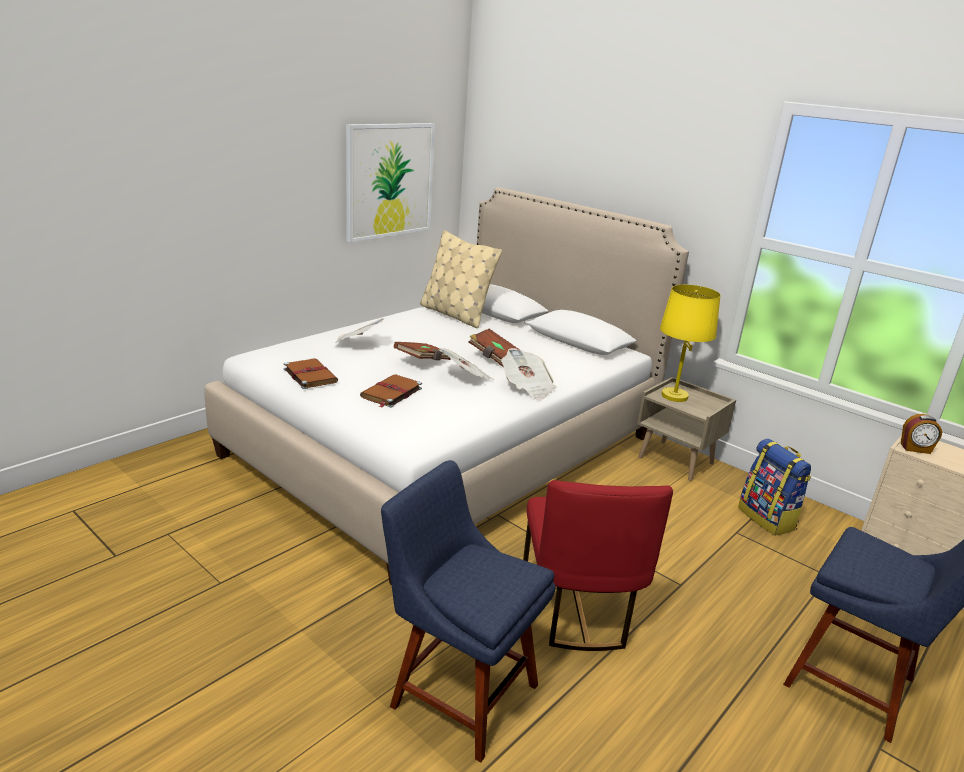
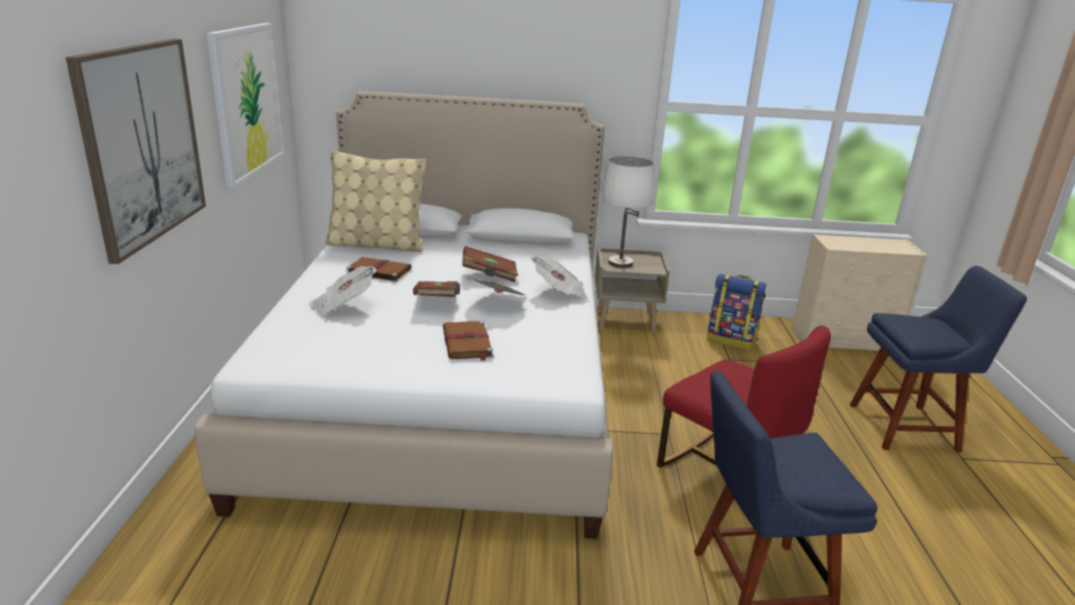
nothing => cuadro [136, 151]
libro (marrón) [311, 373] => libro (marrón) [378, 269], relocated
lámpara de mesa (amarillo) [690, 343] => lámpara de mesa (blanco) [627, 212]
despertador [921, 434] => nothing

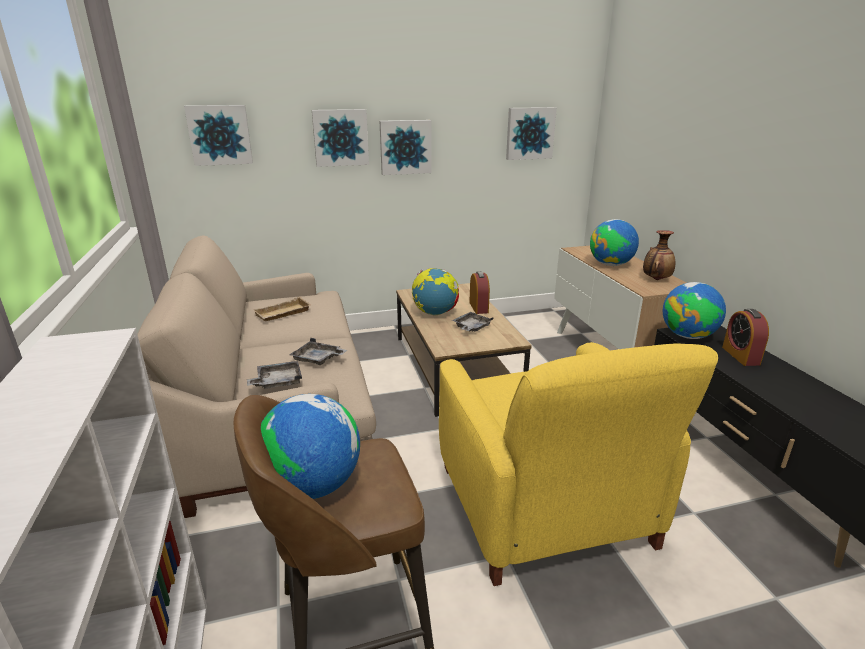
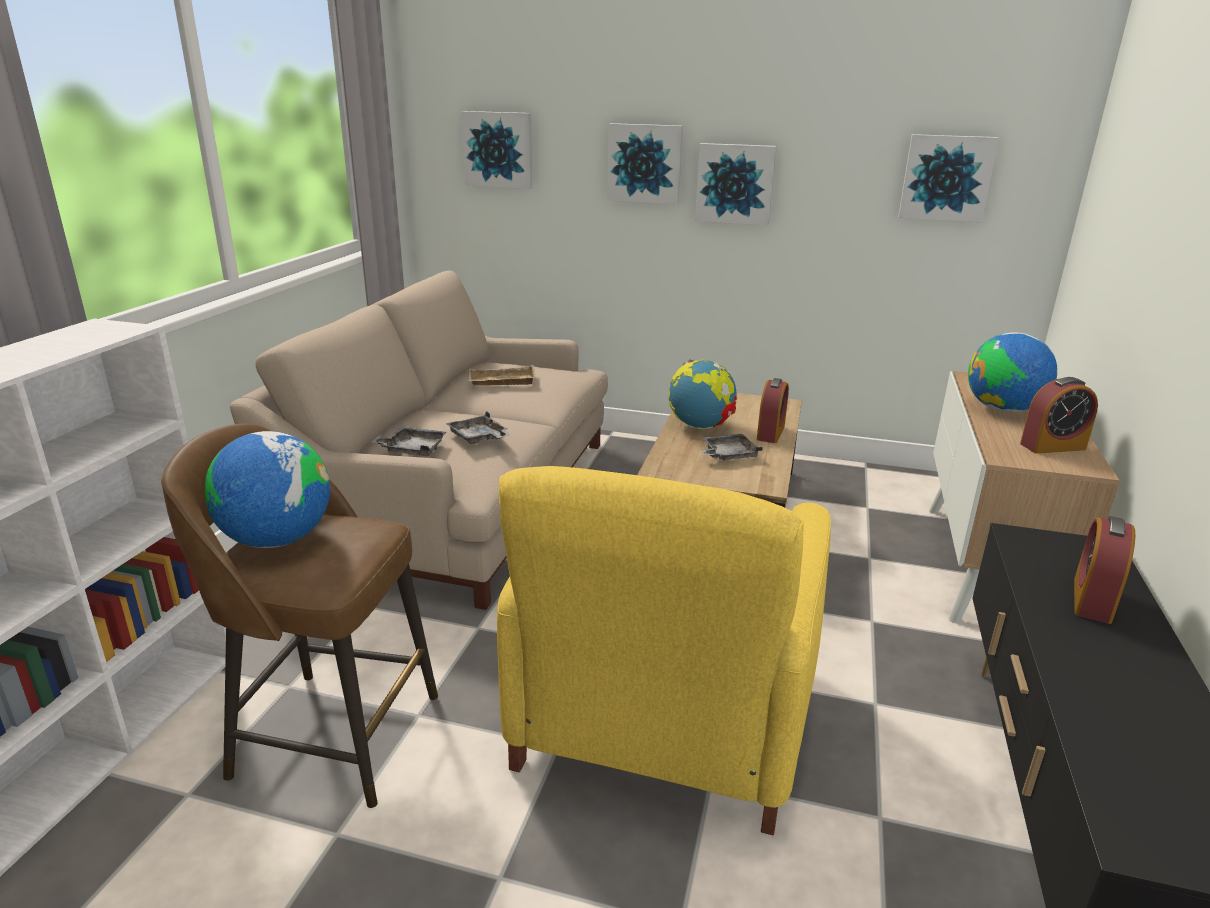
florero [659, 255] => despertador [1059, 415]
globo terráqueo [694, 310] => nothing

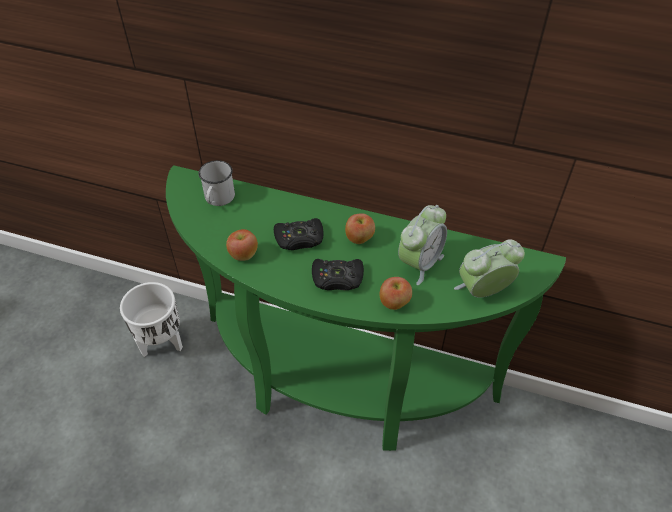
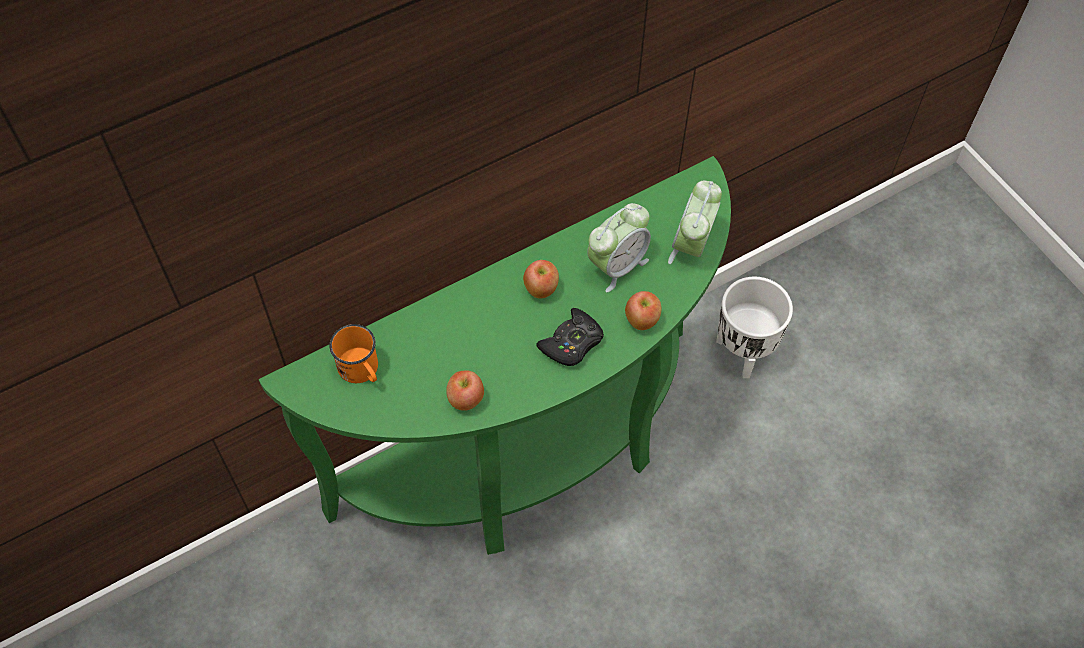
taza grande (blanco) [216, 183] => taza grande (naranja) [353, 353]
despertador [422, 245] => despertador [619, 247], 60 degrees clockwise
maceta (blanco) [151, 319] => maceta (blanco) [754, 327], relocated
mando de consola (negro) [299, 234] => nothing

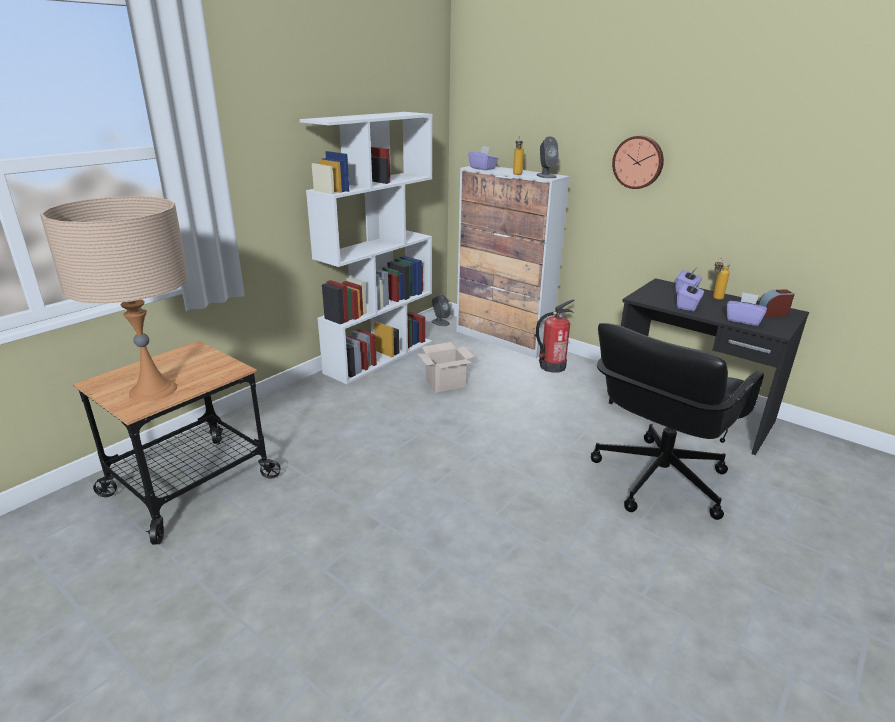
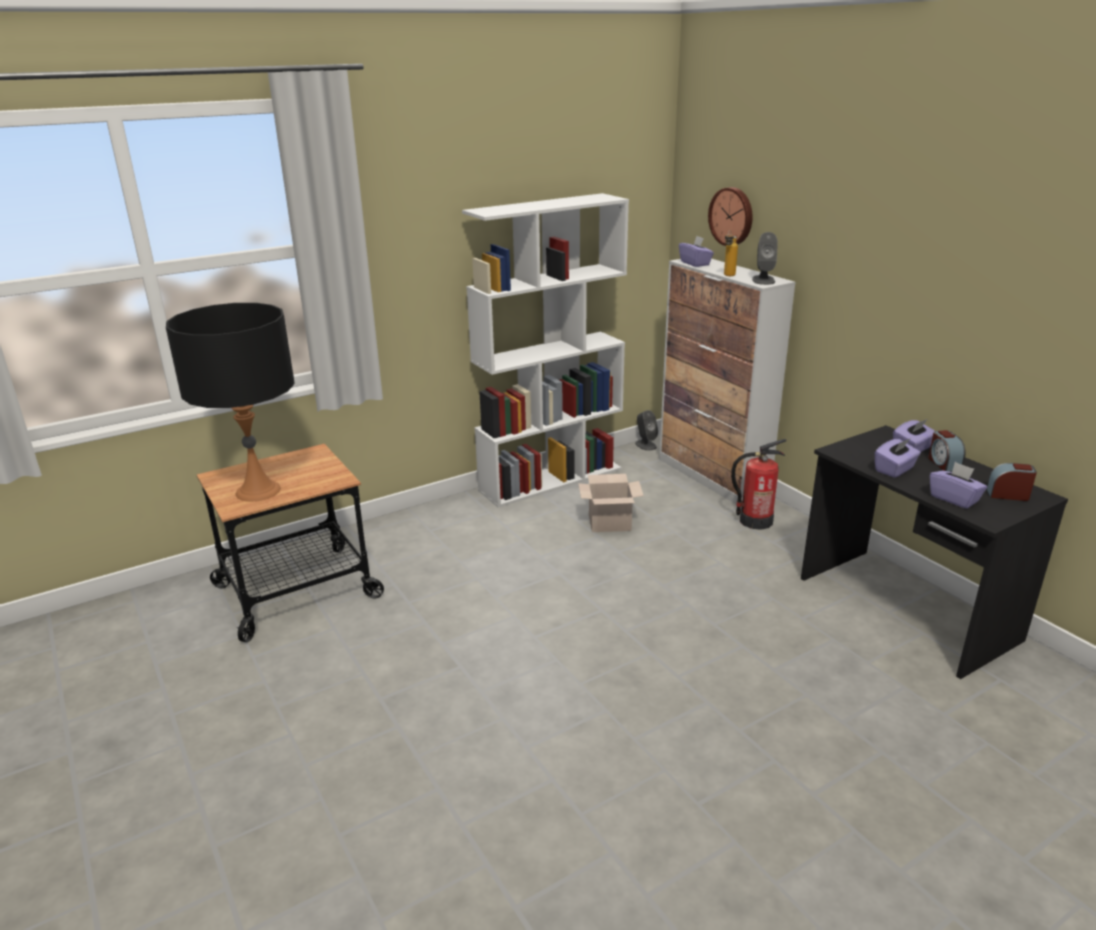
lámpara de mesa (beis) [114, 299] => lámpara de mesa (negro) [230, 402]
reloj de pared [638, 162] => reloj de pared [730, 216], relocated
botella [721, 278] => despertador [947, 451]
silla de oficina (negro) [677, 421] => nothing

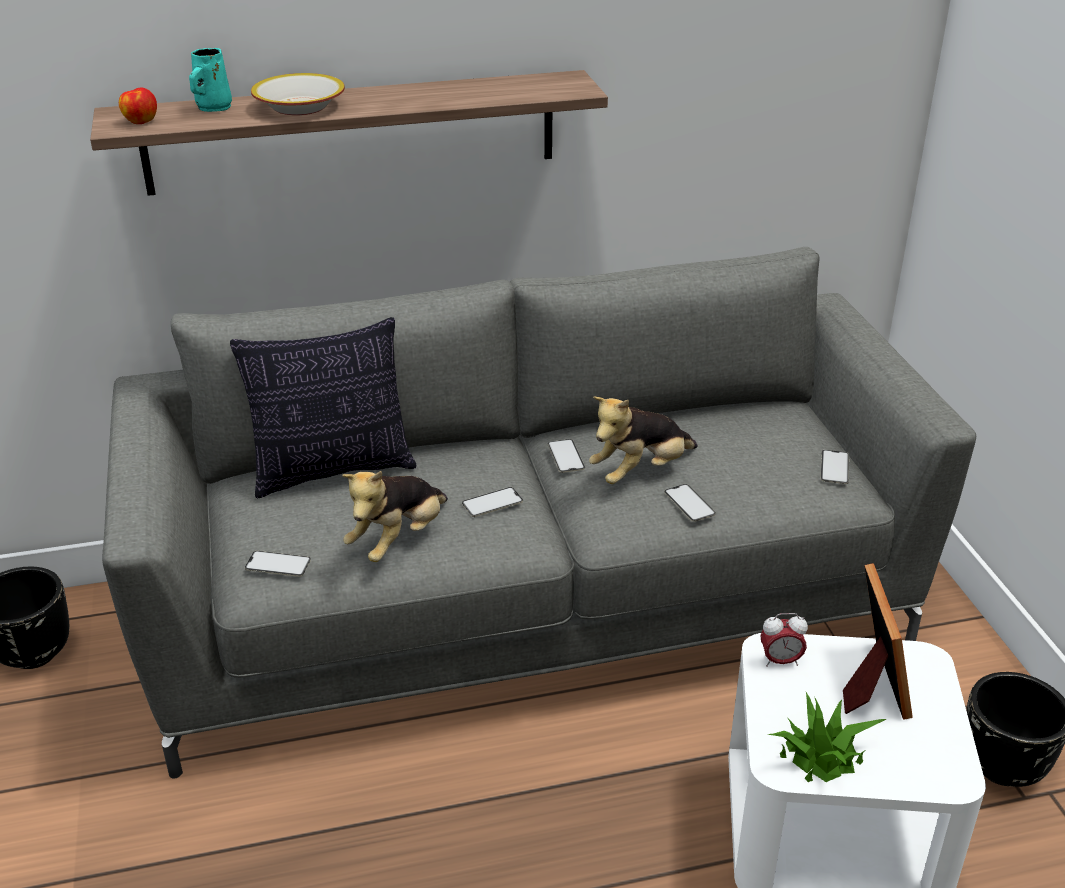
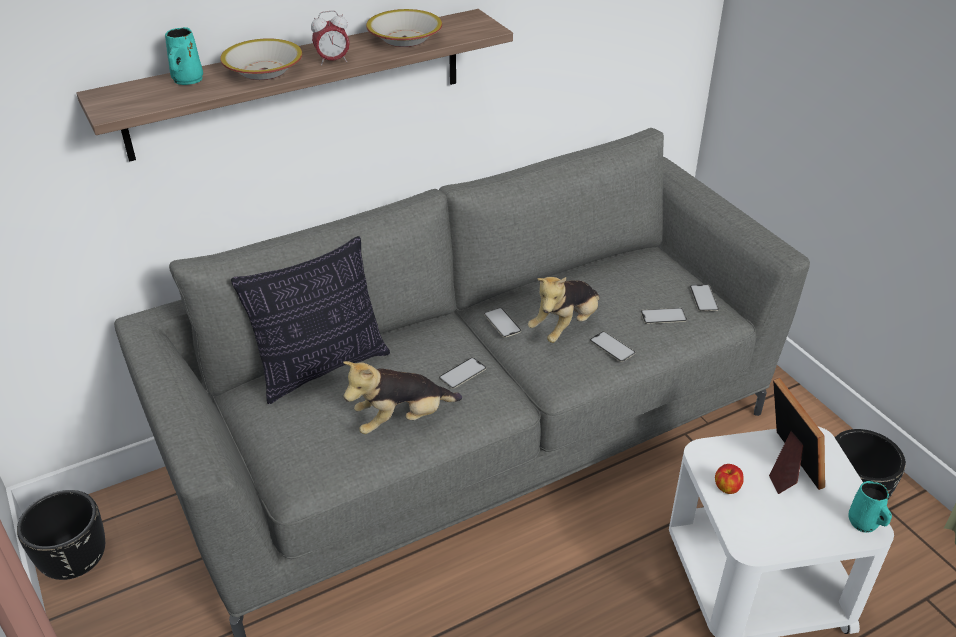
despertador [784, 640] => despertador [330, 37], relocated
peluche [395, 516] => peluche [402, 397], 45 degrees clockwise
nothing => cuenco [404, 28]
móvil [278, 564] => móvil [664, 316], relocated
manzana [138, 106] => manzana [729, 479], relocated
nothing => taza grande (turquesa) [870, 507]
planta en maceta [826, 737] => nothing

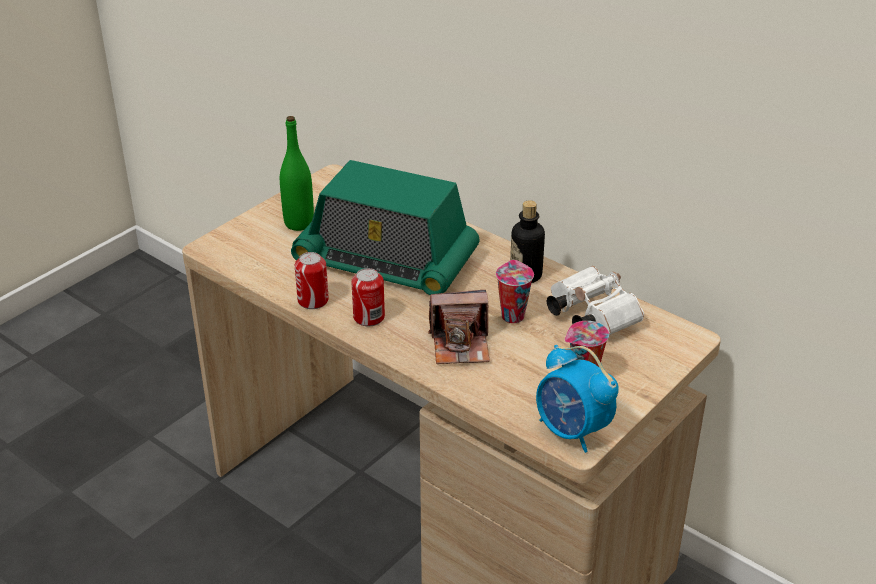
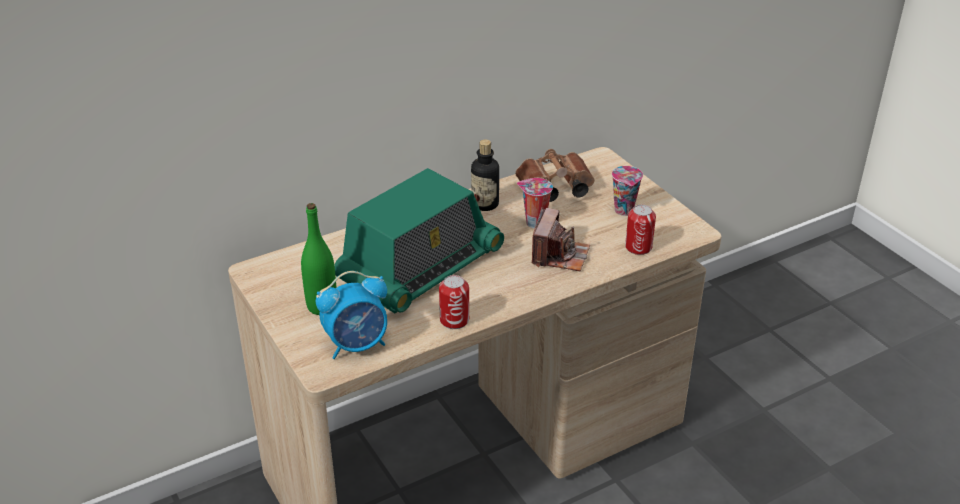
despertador [577, 399] => despertador [351, 315], relocated
prismáticos (blanco) [595, 300] => prismáticos (marrón) [555, 175]
lata [368, 297] => lata [640, 230], relocated

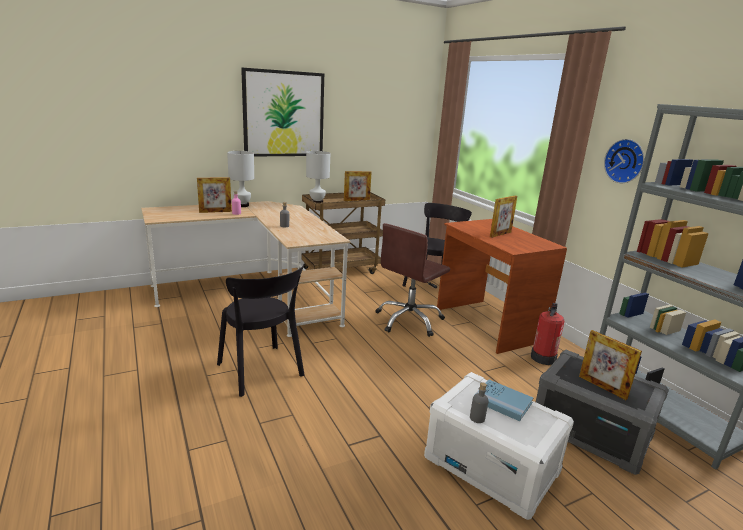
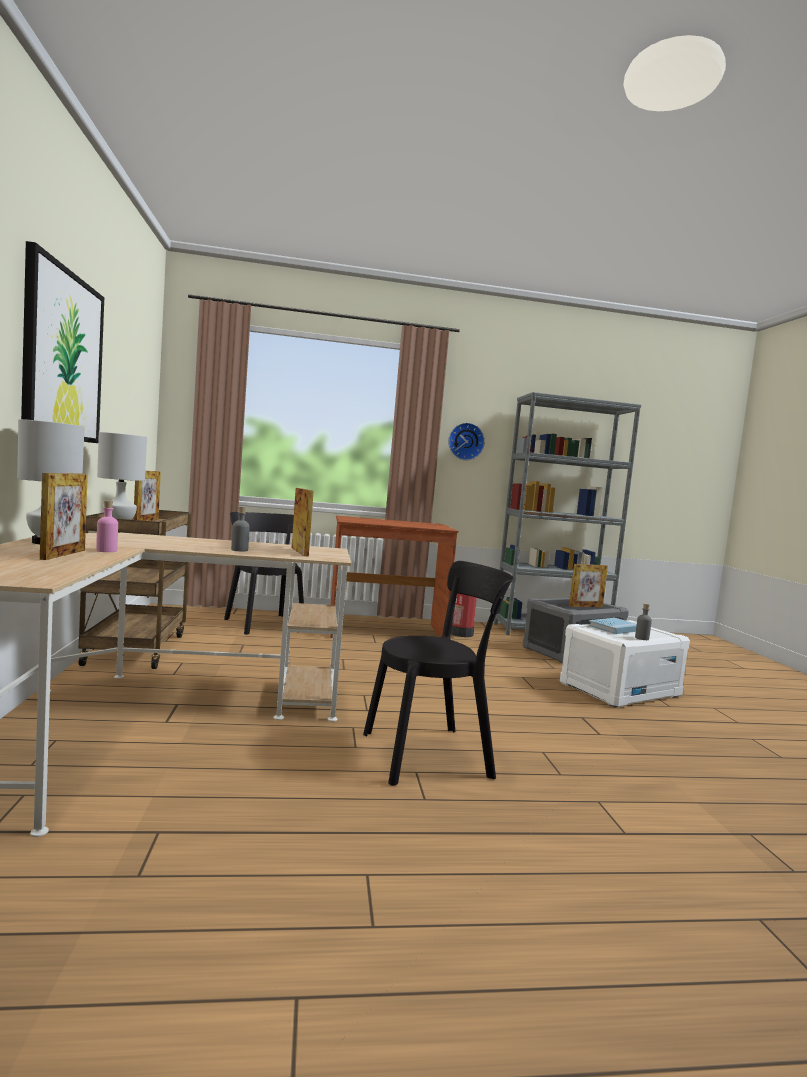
portarretratos [503, 217] => portarretratos [302, 522], relocated
silla de oficina (marrón) [412, 280] => nothing

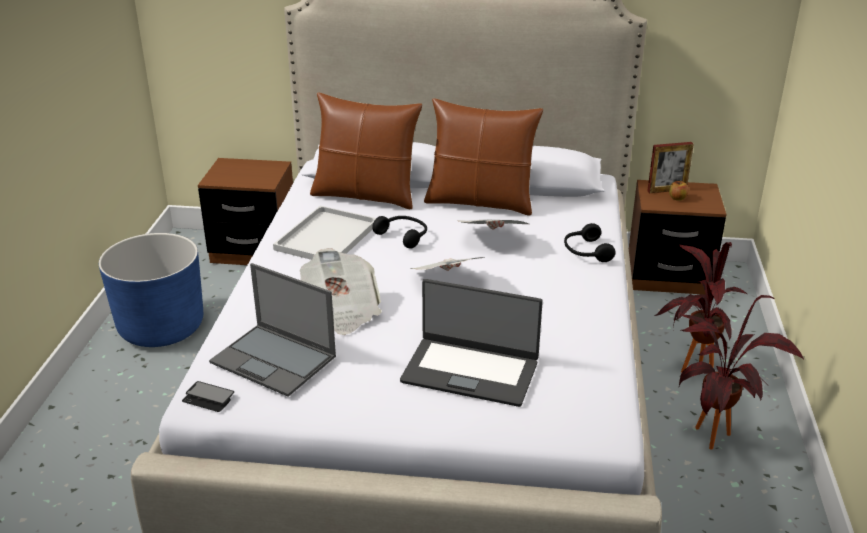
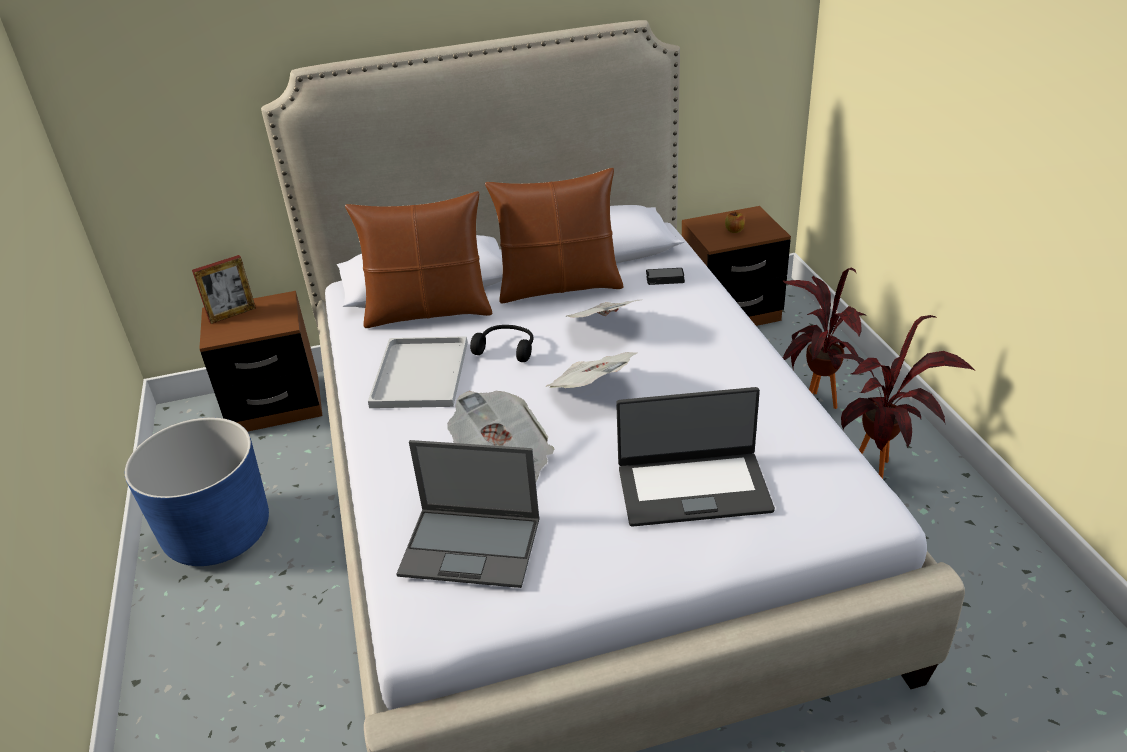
portarretratos [670, 167] => portarretratos [224, 289], relocated
móvil [208, 396] => móvil [665, 276], relocated
auriculares (negro) [589, 242] => nothing

